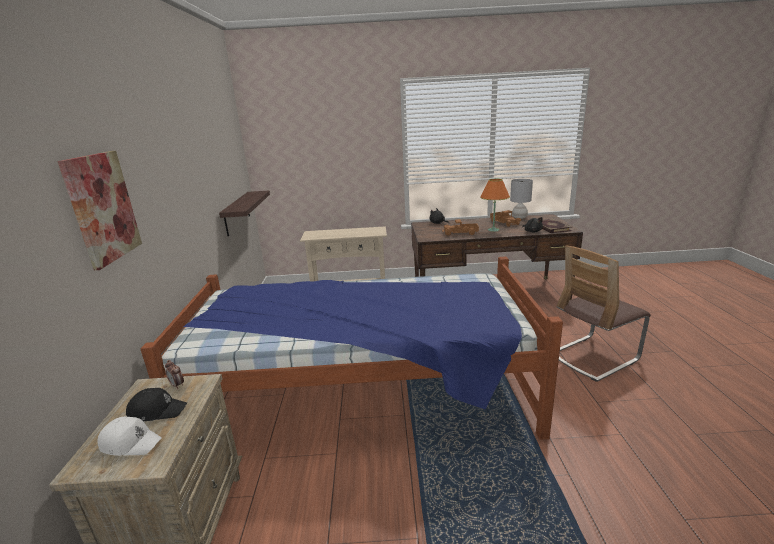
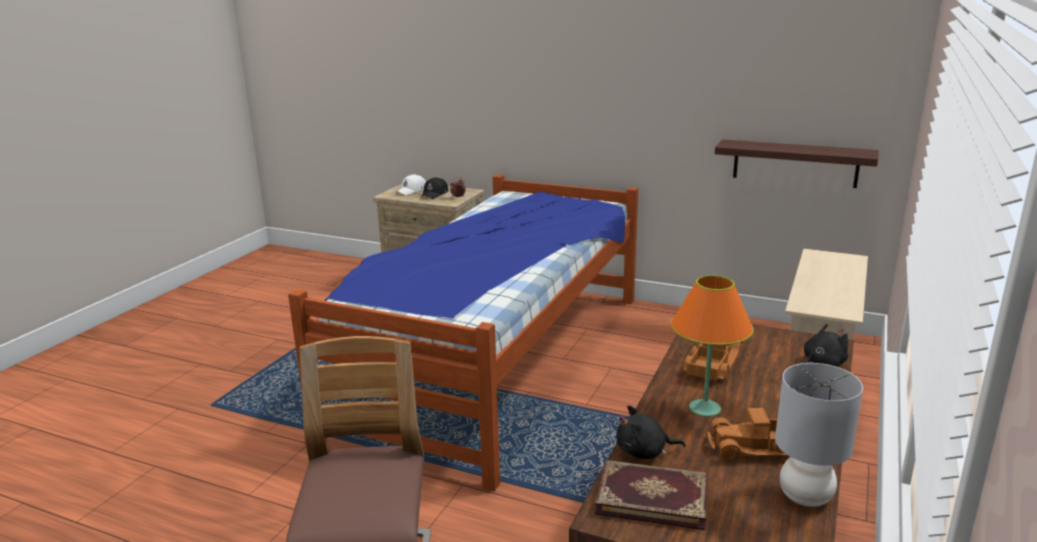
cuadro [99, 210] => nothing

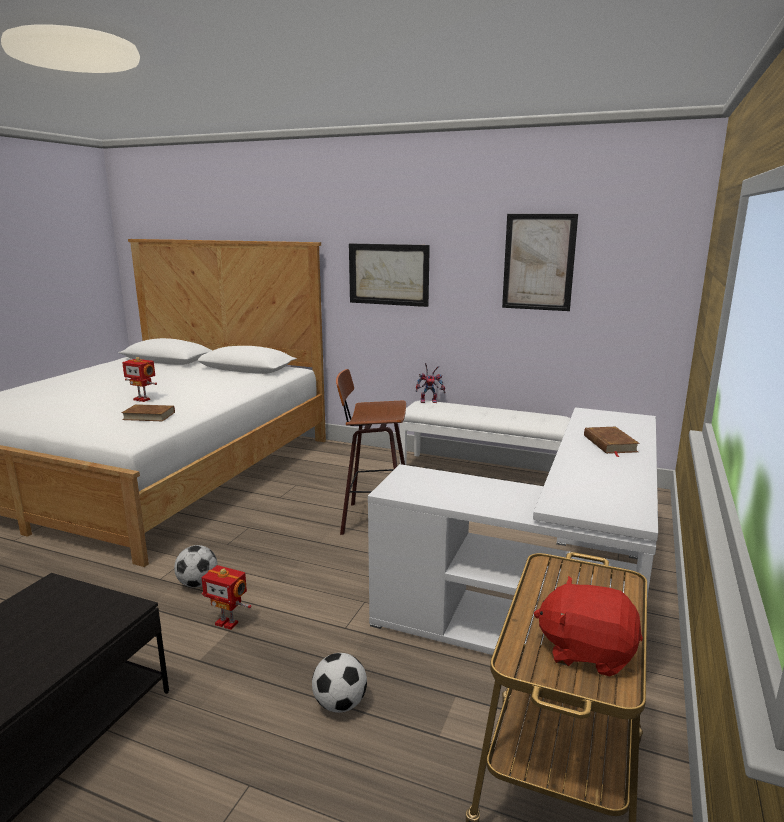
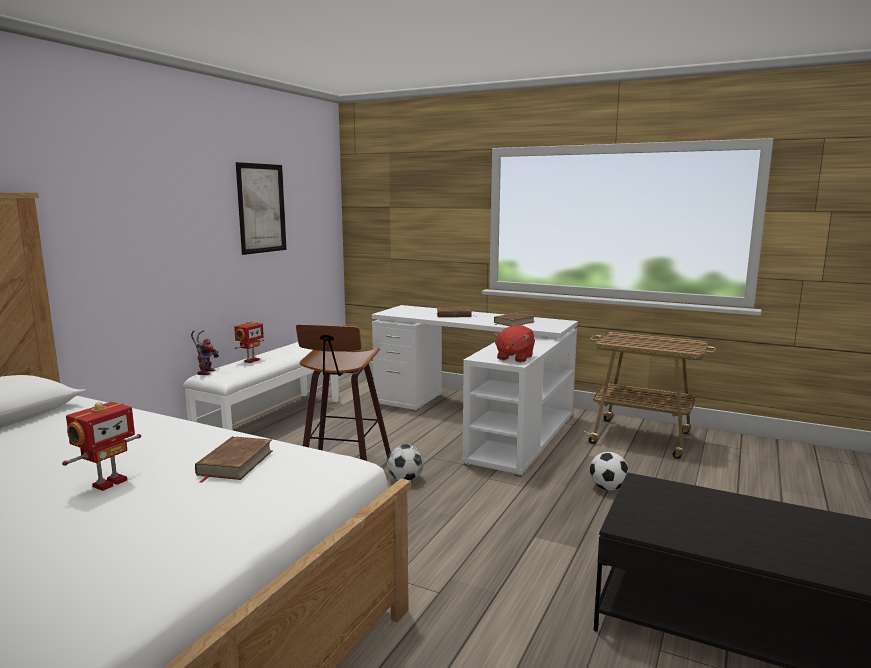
robot de juguete [226, 597] => robot de juguete [249, 342], relocated
balón de fútbol [196, 566] => balón de fútbol [405, 462], relocated
nothing => libro (marrón) [514, 319]
peluche (rojo) [588, 626] => peluche (rojo) [514, 343], relocated
cuadro [389, 275] => nothing

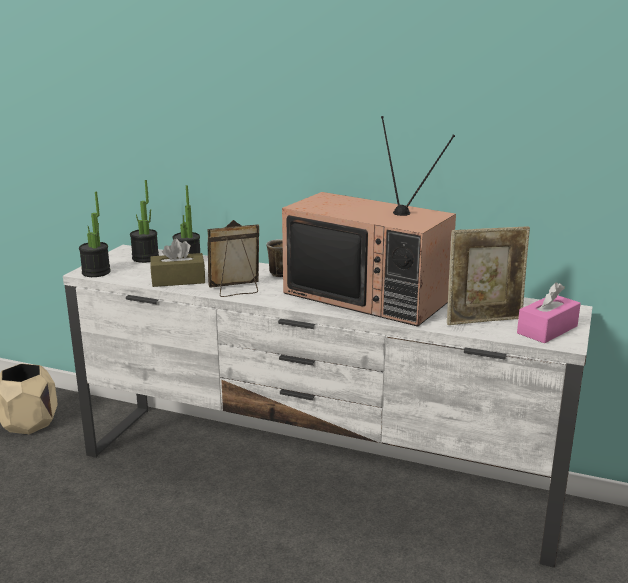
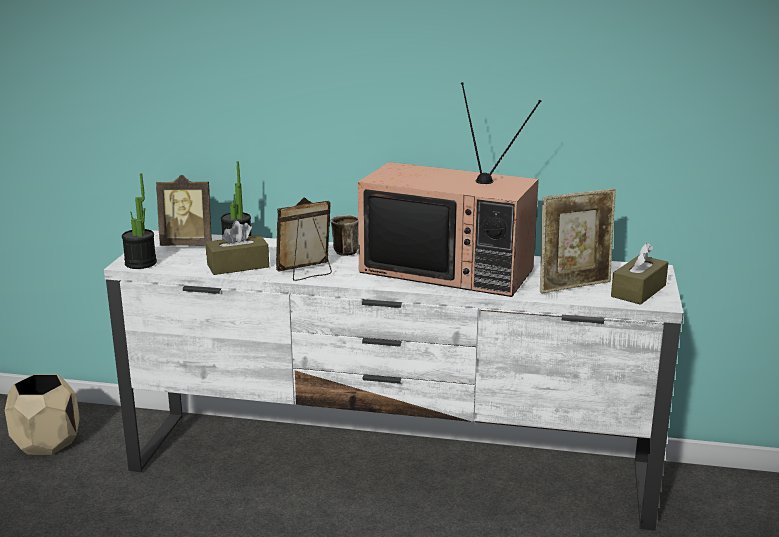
planta en maceta [144, 221] => portarretratos [184, 210]
caja de pañuelos (rosa) [549, 313] => caja de pañuelos (marrón) [640, 274]

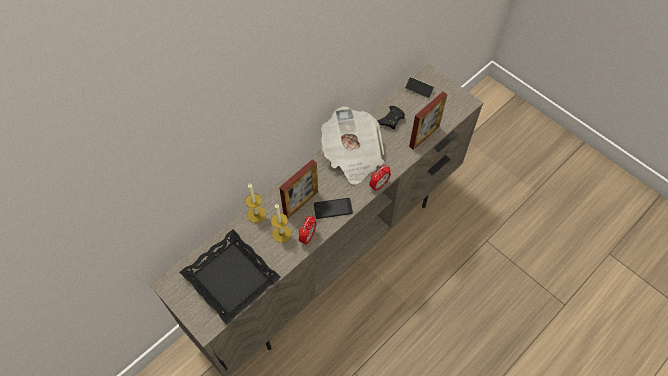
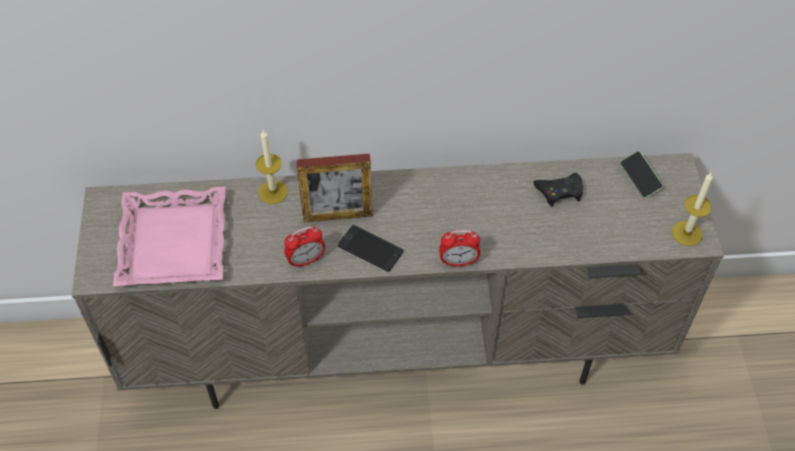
bandeja (negro) [230, 277] => bandeja (rosa) [169, 236]
vela [281, 223] => vela [692, 209], relocated
periódico [352, 145] => nothing
portarretratos [428, 121] => nothing

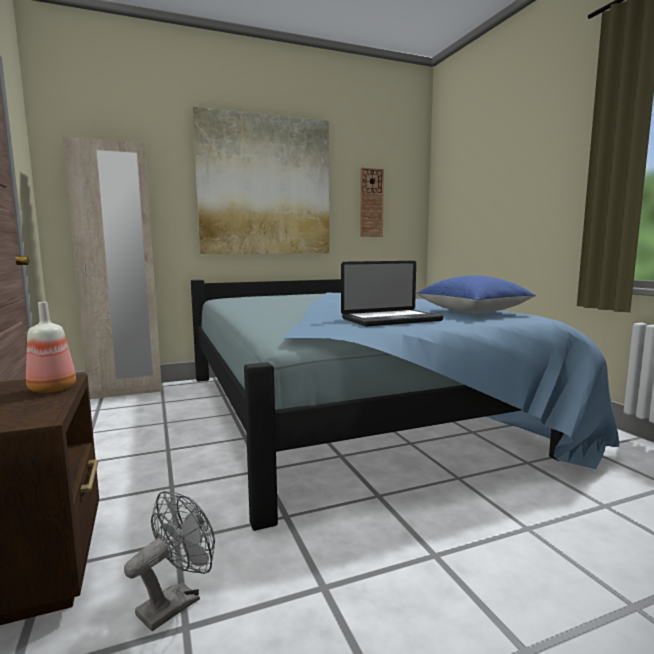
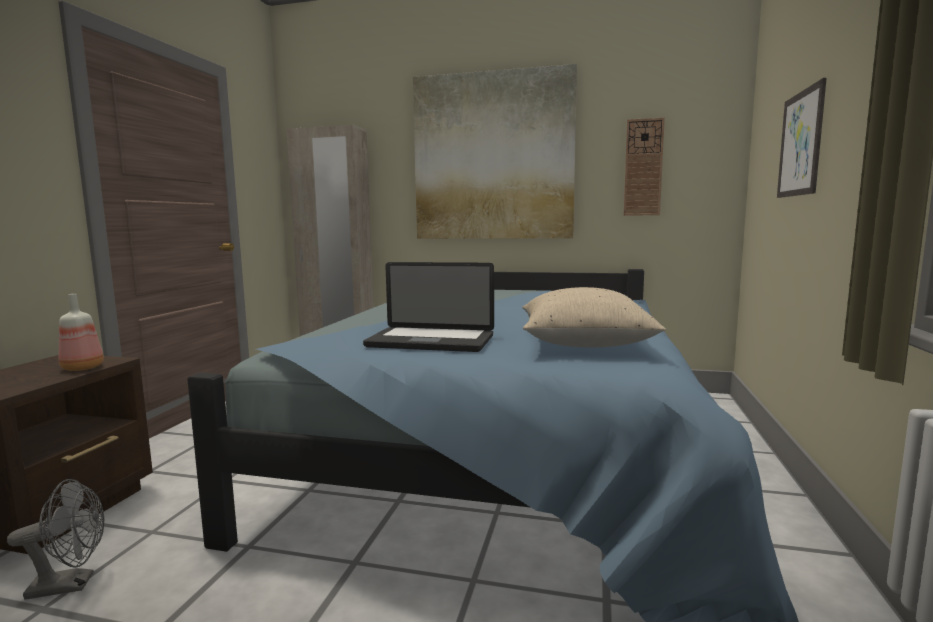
cojín (azul) [476, 294] => cojín (beis) [594, 317]
nothing => cuadro [802, 138]

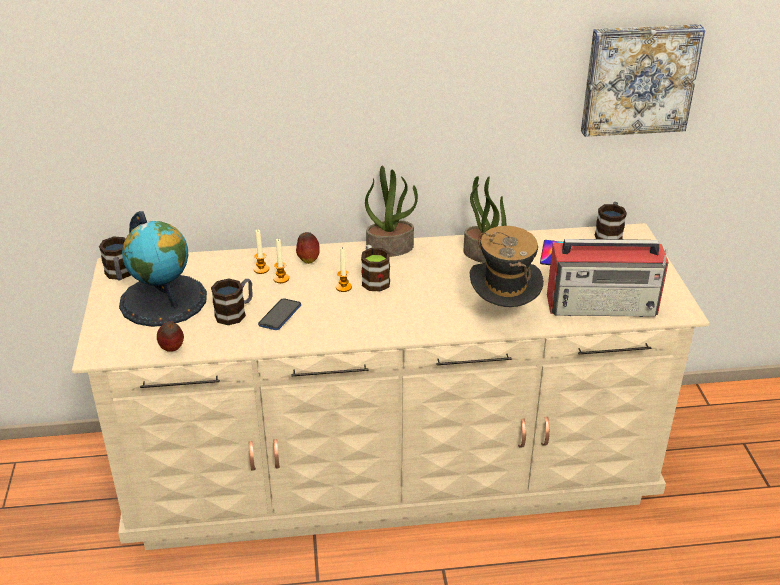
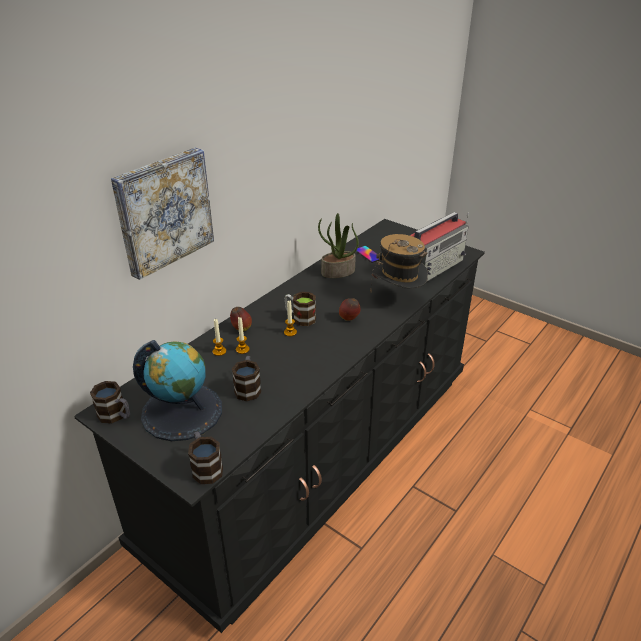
cómoda (beis) [391, 386] => cómoda (negro) [279, 426]
cuadro [643, 80] => cuadro [162, 214], relocated
taza grande [611, 220] => taza grande [205, 457], relocated
manzana [170, 336] => manzana [350, 309], relocated
móvil [279, 314] => nothing
planta en maceta [391, 211] => nothing

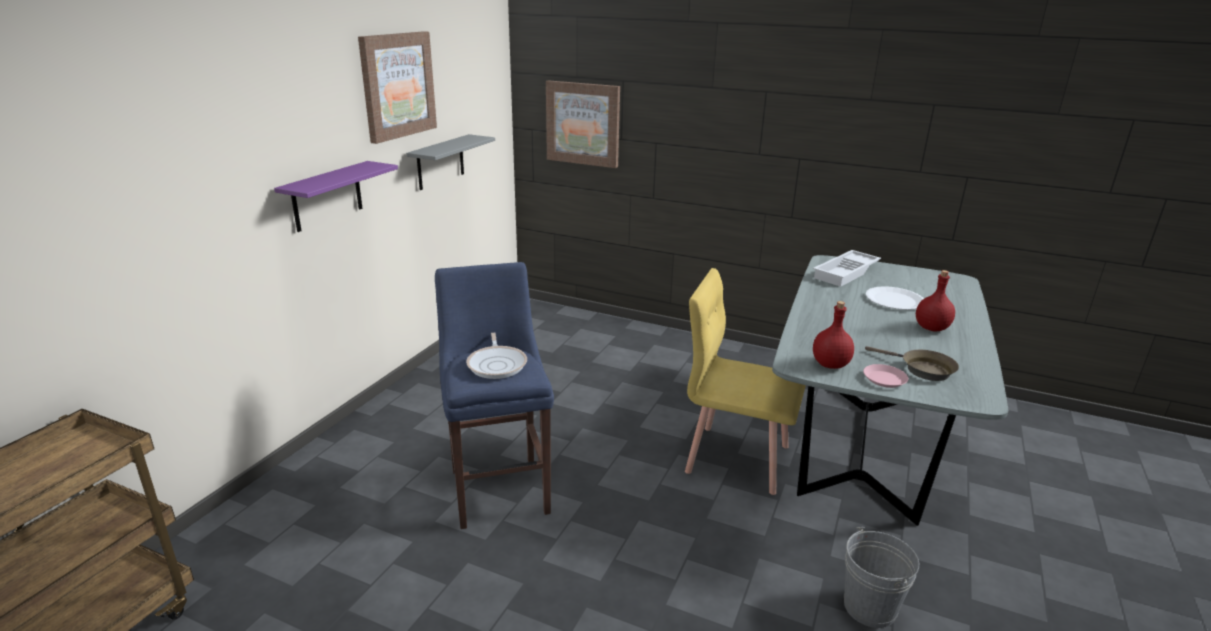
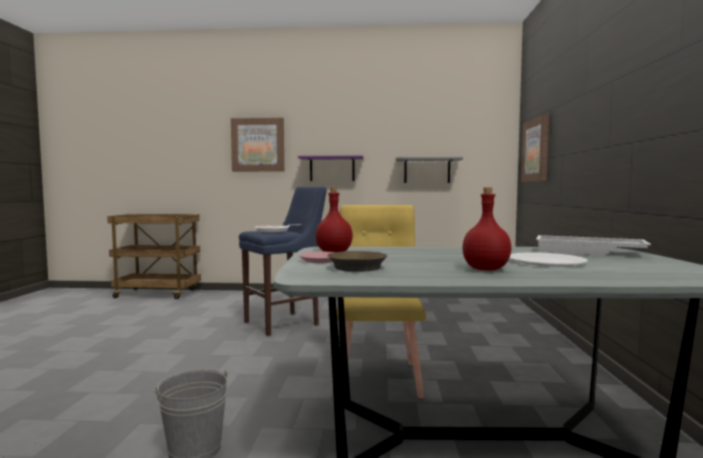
cuadro [397, 87] => cuadro [257, 145], relocated

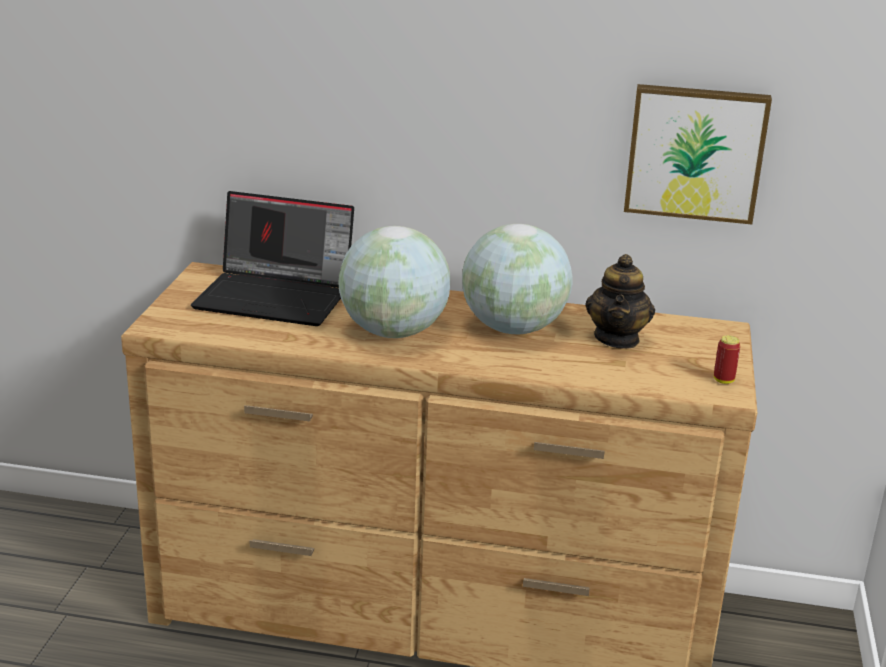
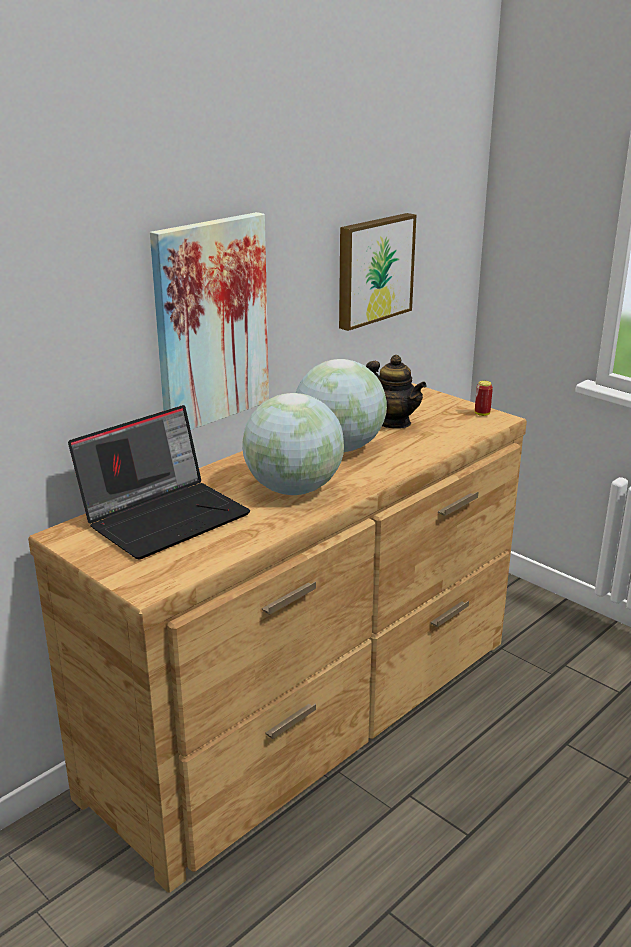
nothing => cuadro [209, 321]

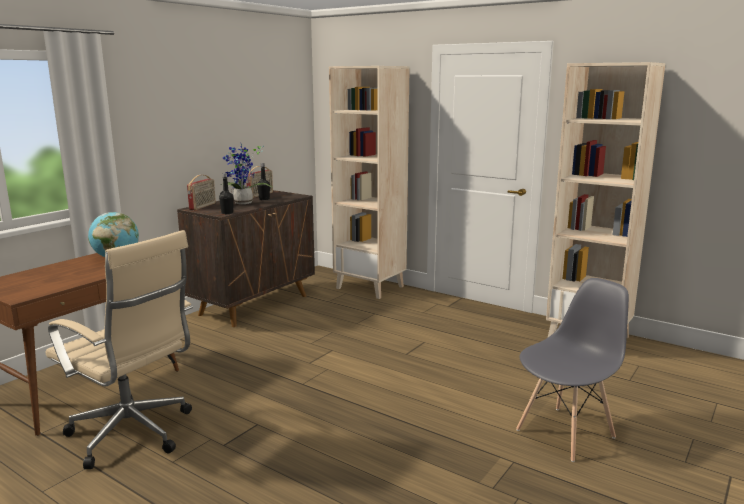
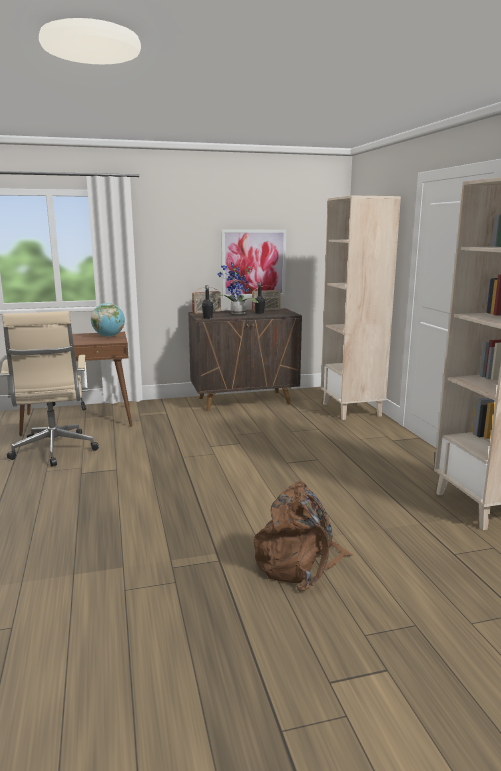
nothing => cuadro [253, 264]
silla (gris) [572, 370] => mochila (marrón) [303, 536]

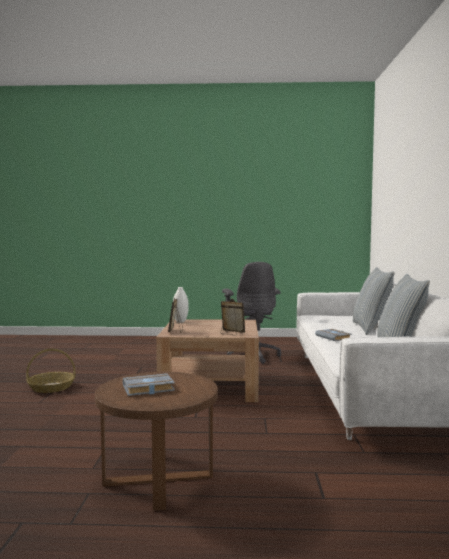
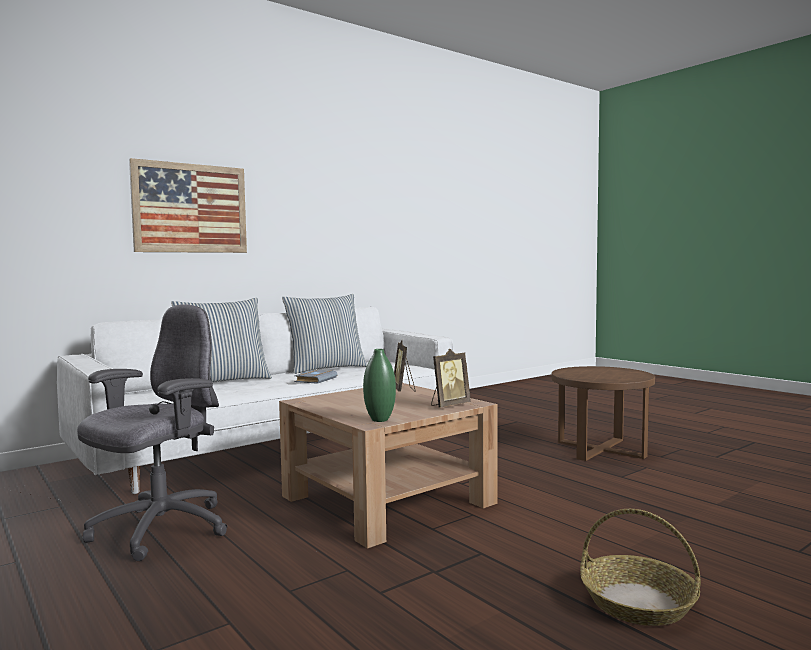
nothing => cuadro [188, 205]
florero (blanco) [181, 305] => florero (verde) [379, 385]
libro (gris) [149, 384] => nothing

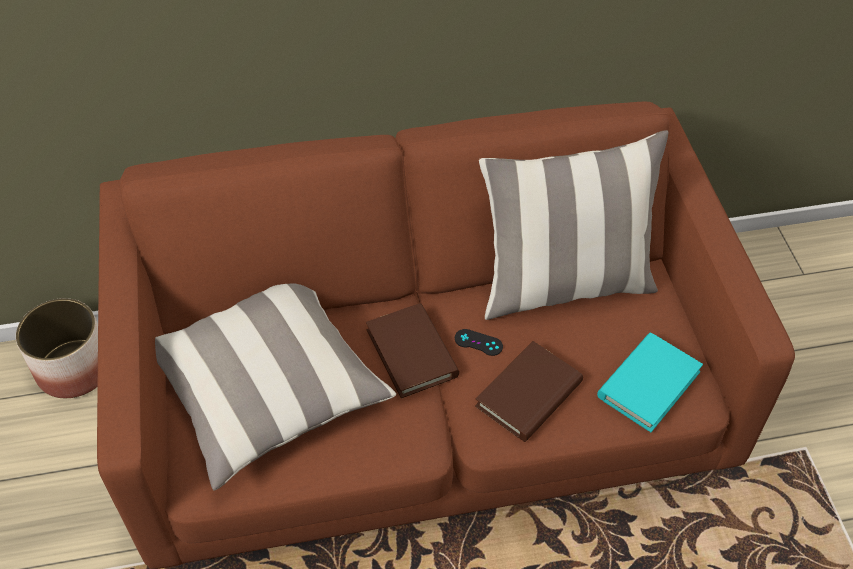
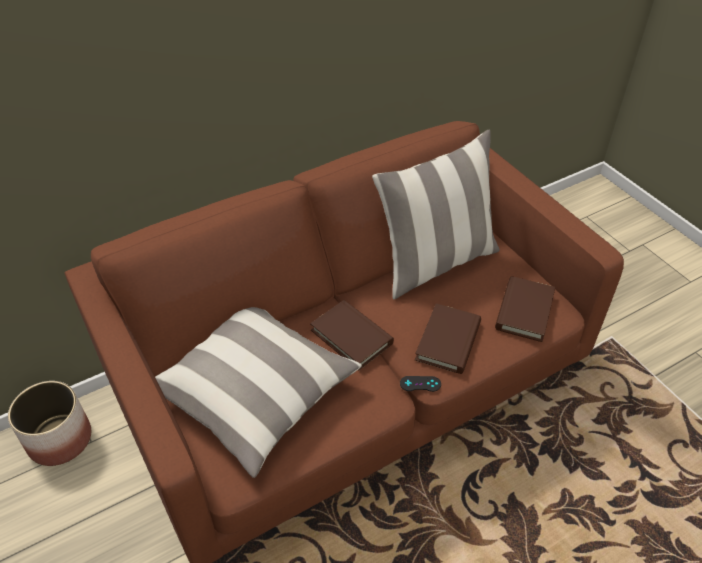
mando de consola (negro) [479, 342] => mando de consola (negro) [420, 384], relocated
libro (turquesa) [650, 382] => libro (marrón) [525, 309]

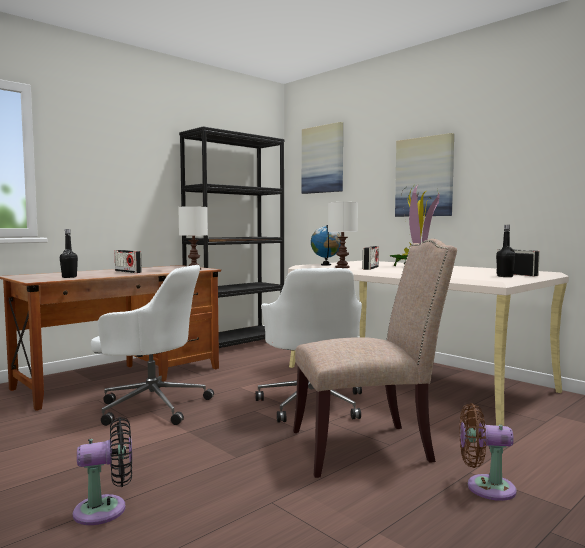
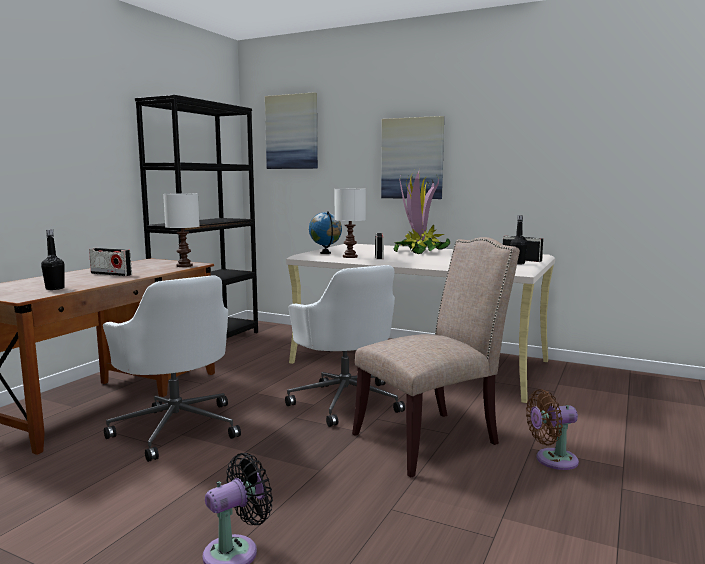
silla de oficina (blanco) [152, 345] => silla de oficina (blanco) [172, 368], 60 degrees clockwise

